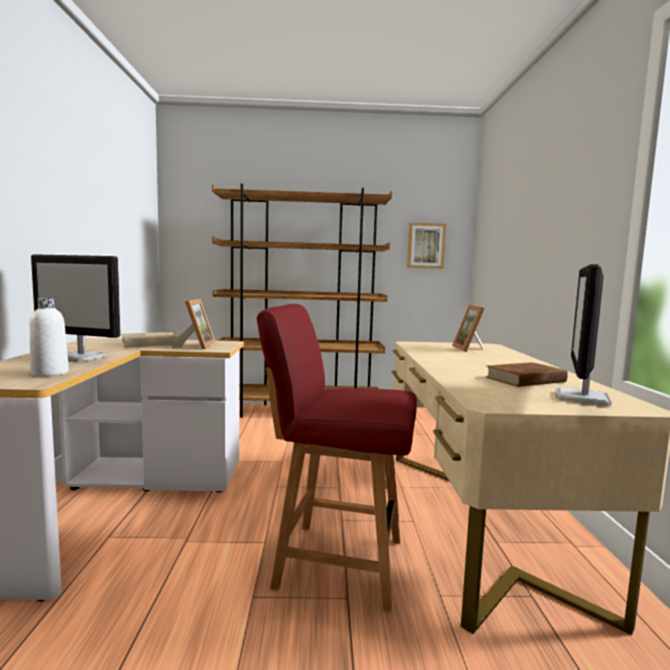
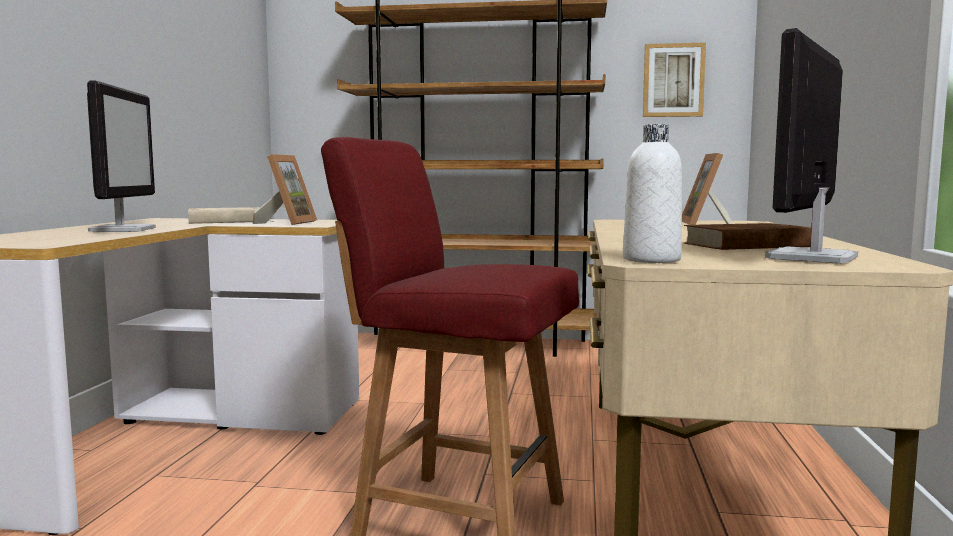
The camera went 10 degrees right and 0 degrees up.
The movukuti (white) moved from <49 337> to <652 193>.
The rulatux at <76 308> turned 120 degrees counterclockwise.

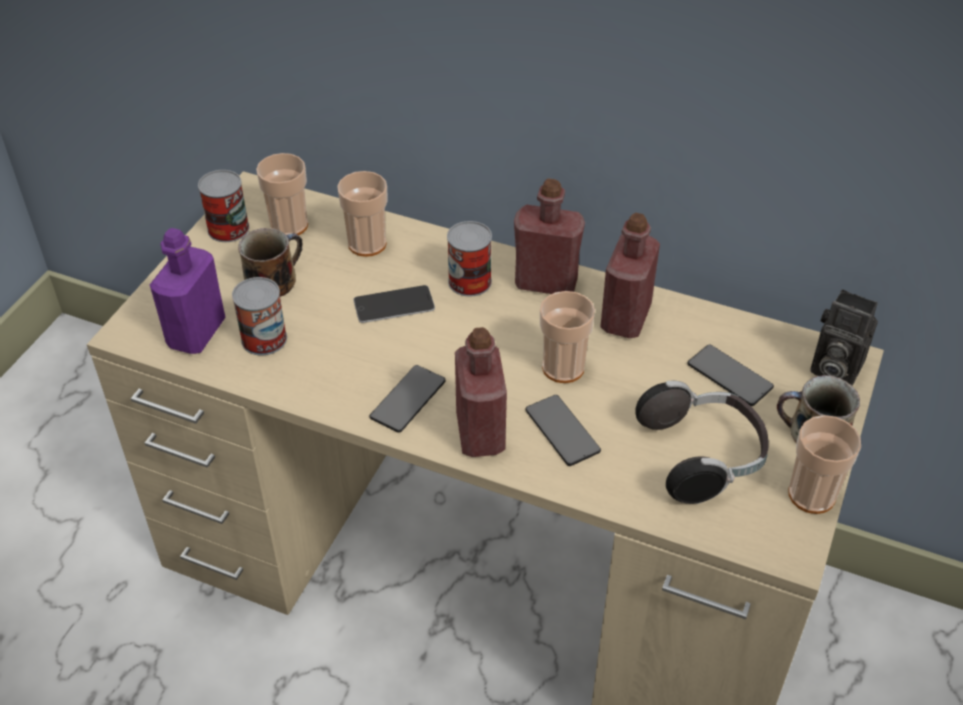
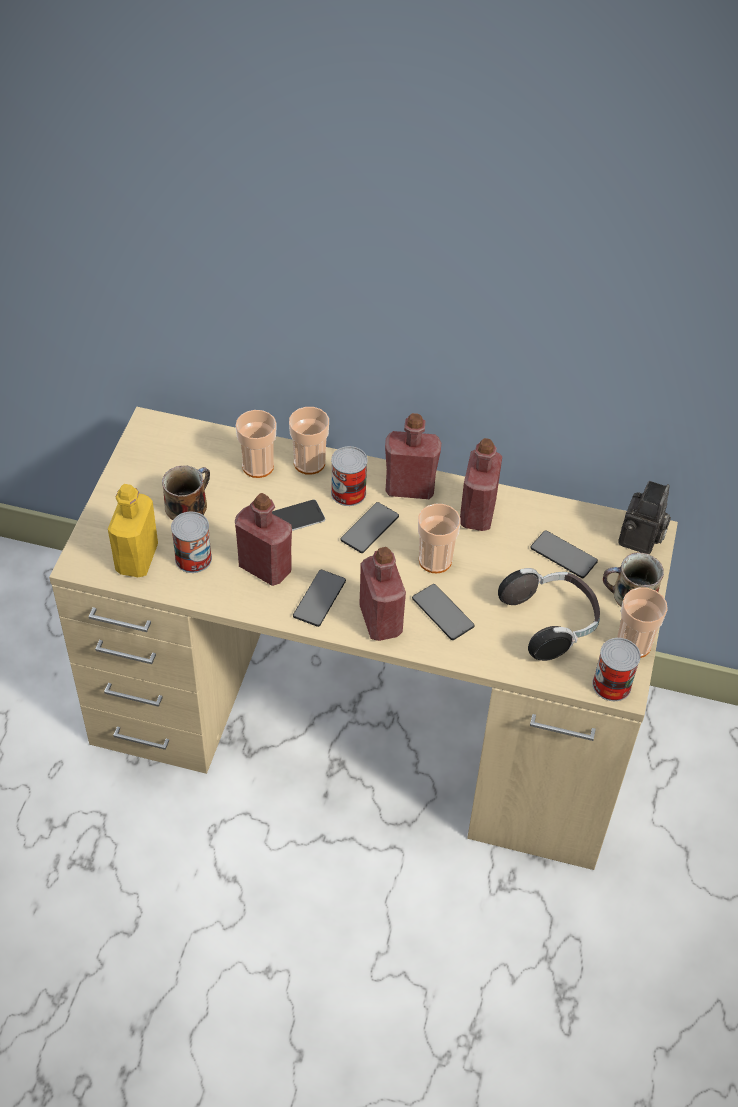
The camera went 10 degrees left and 5 degrees up.
The movukuti (purple) at <188 291> became the movukuti (yellow) at <133 530>.
The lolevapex moved from <223 206> to <616 669>.
The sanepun moved from <282 194> to <309 441>.
The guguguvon at <844 337> turned 90 degrees counterclockwise.
The movukuti (red) at <263 539> appeared.
The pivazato at <369 527> appeared.

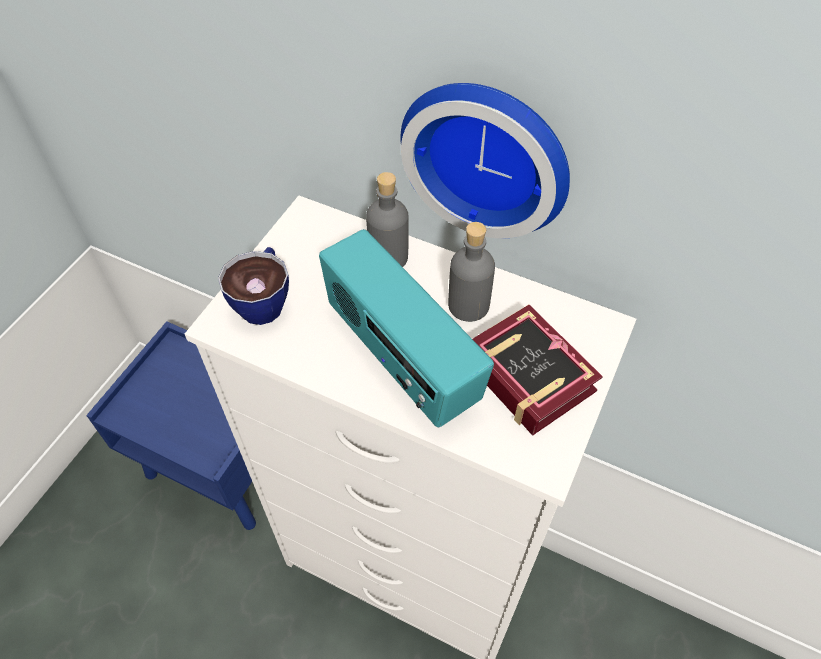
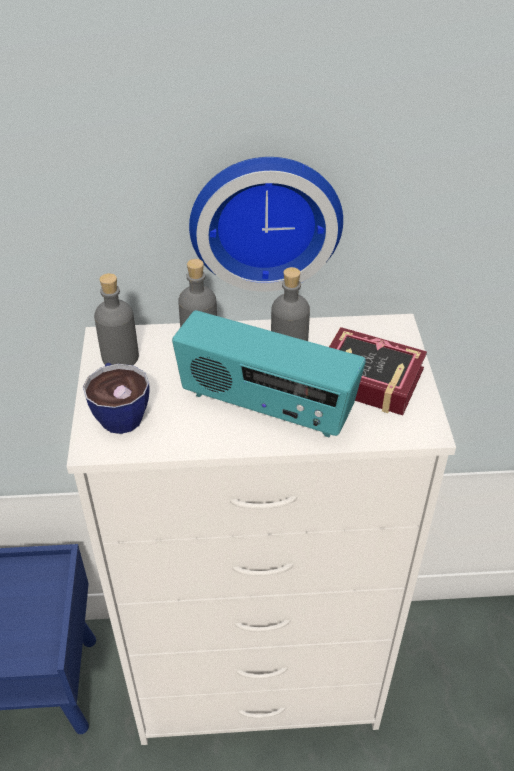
The camera went 30 degrees left and 10 degrees down.
The movukuti (grey) at <116 319> appeared.

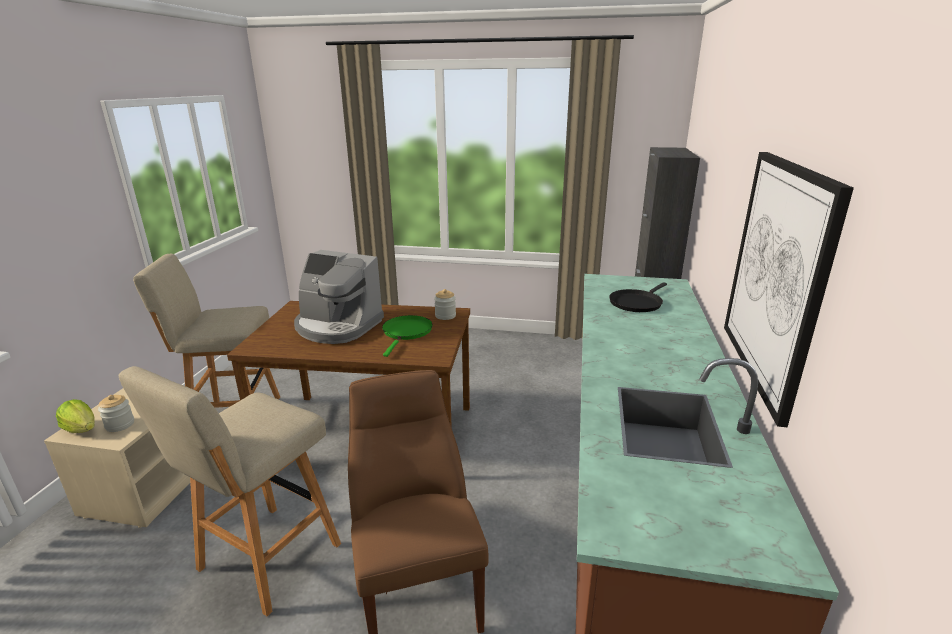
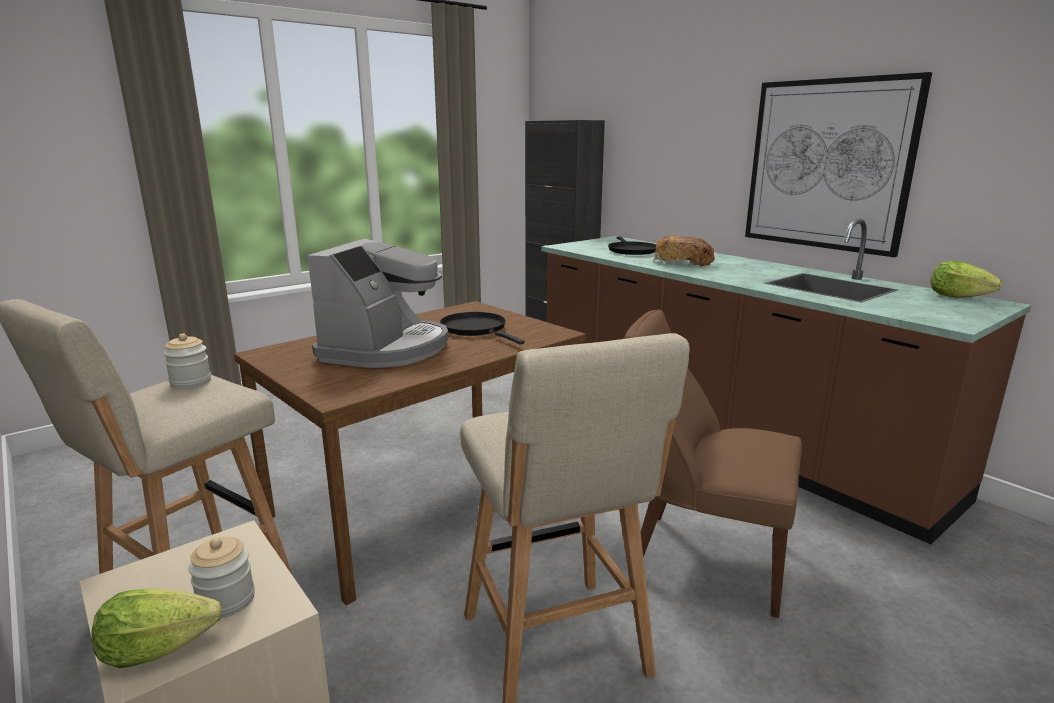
The camera went 50 degrees left and 5 degrees down.
The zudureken at <339 297> turned 45 degrees counterclockwise.
The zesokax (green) at <407 336> became the zesokax (black) at <482 328>.
The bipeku moved from <445 304> to <187 361>.
The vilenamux at <684 250> appeared.
The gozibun at <966 279> appeared.

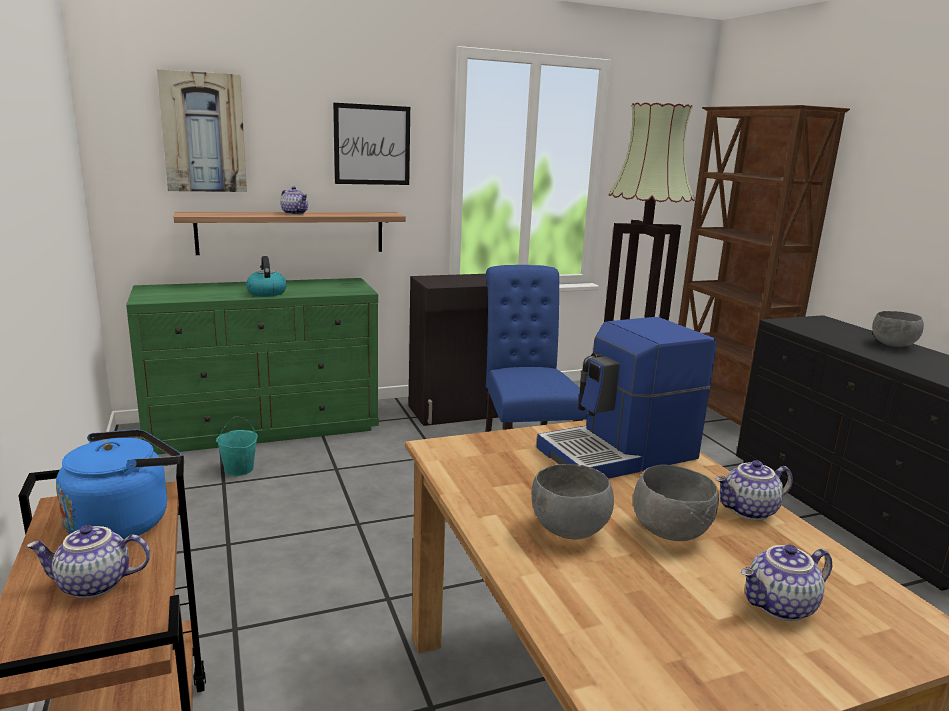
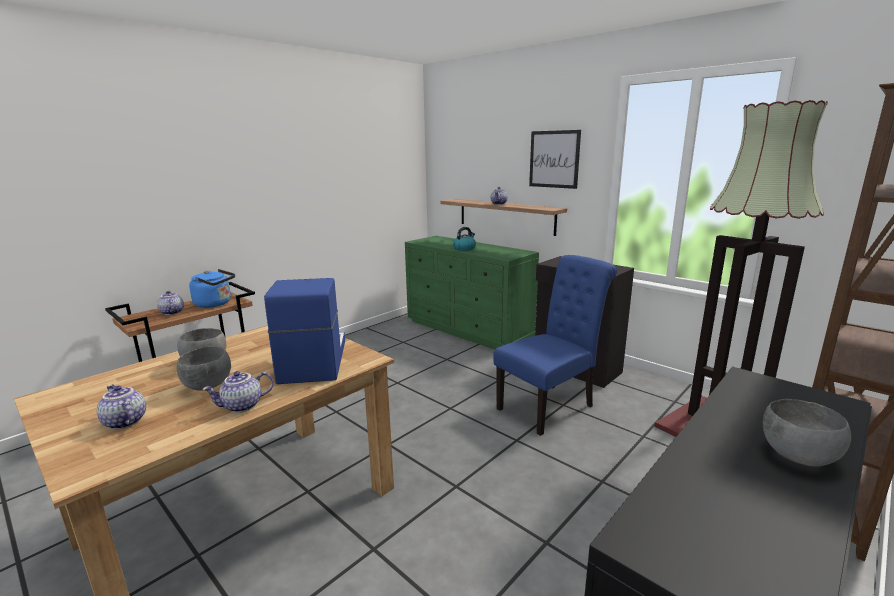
The camera went 65 degrees right and 0 degrees up.
The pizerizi at <202 130> disappeared.
The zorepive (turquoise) at <237 446> disappeared.
The zudureken at <626 398> turned 45 degrees clockwise.
The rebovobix at <754 490> turned 75 degrees counterclockwise.

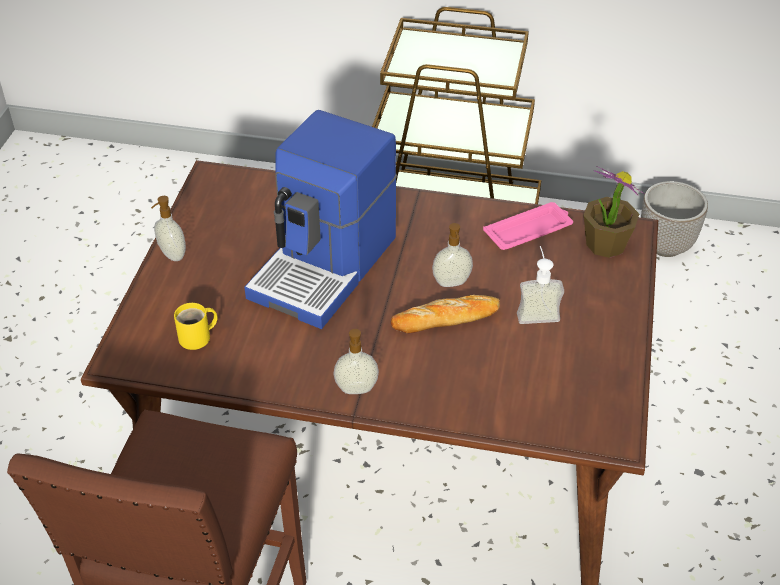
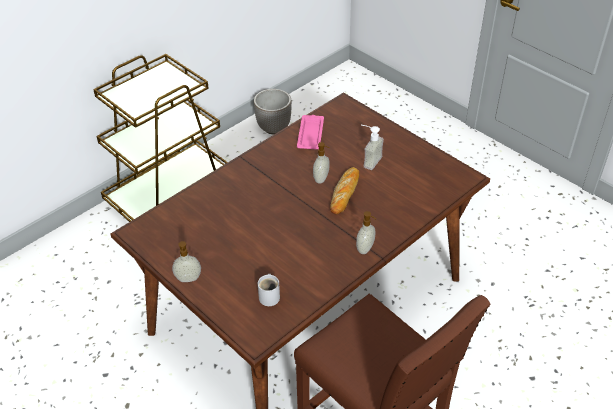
The camera went 55 degrees left and 0 degrees up.
The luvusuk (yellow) at <196 326> became the luvusuk (white) at <269 290>.
The zudureken at <320 219> disappeared.
The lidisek at <614 212> disappeared.

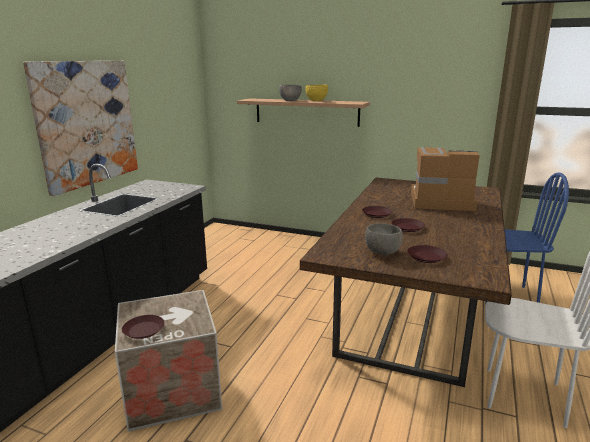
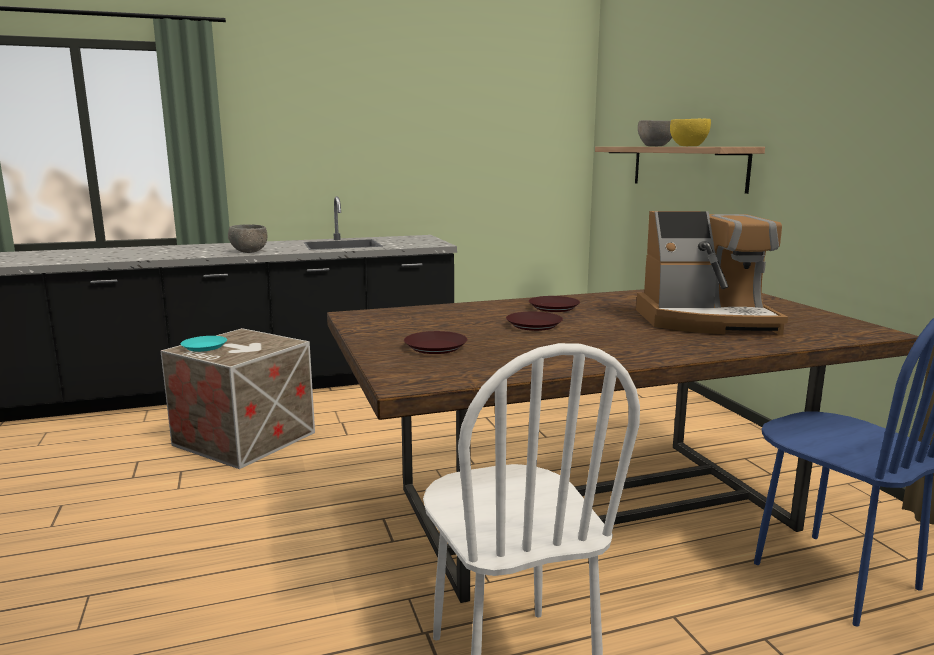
The camera went 50 degrees right and 5 degrees down.
The pizerizi at <80 128> disappeared.
The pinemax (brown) at <143 327> became the pinemax (turquoise) at <204 344>.
The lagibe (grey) moved from <384 239> to <247 238>.
The zudureken at <445 179> turned 120 degrees clockwise.

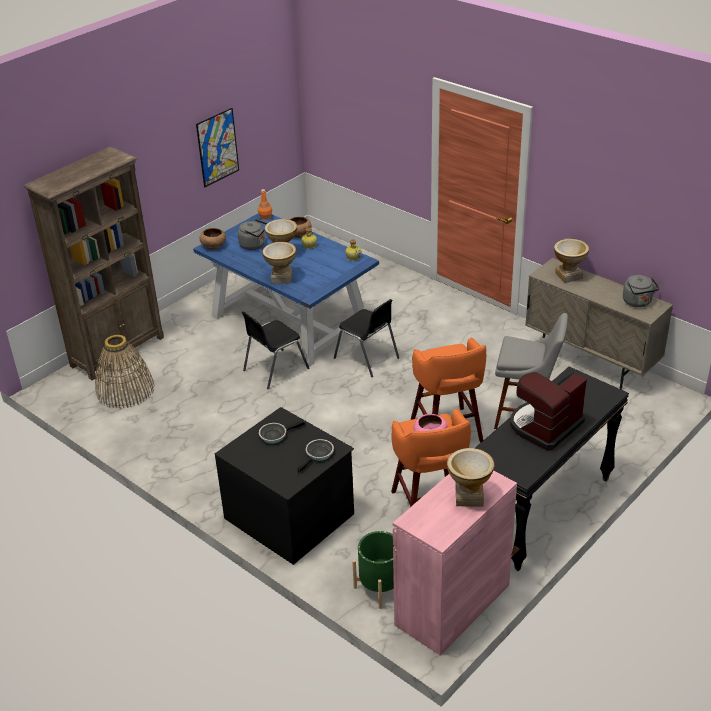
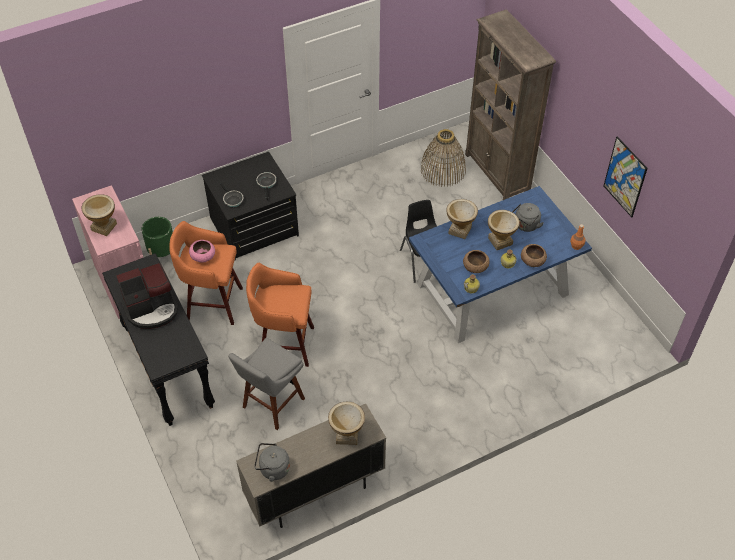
The camera went 110 degrees right and 15 degrees up.
The lagibe (brown) moved from <212 239> to <476 261>.
The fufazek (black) at <366 338> disappeared.
The zudureken at <548 411> turned 90 degrees clockwise.

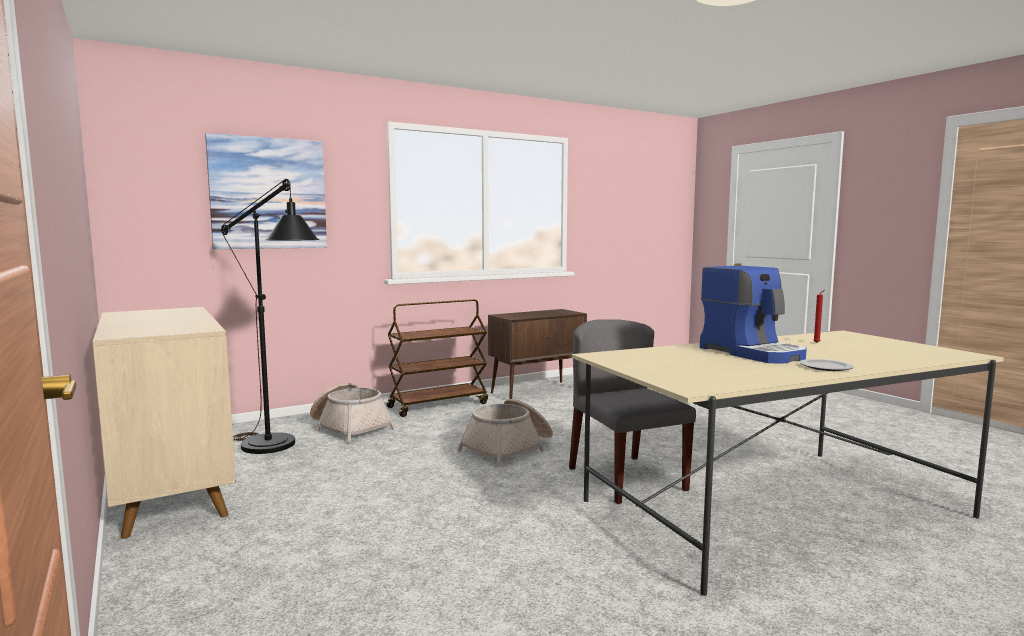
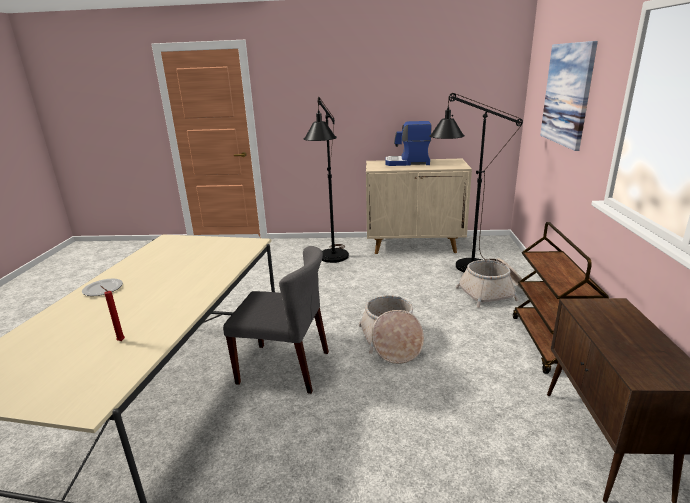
The camera went 125 degrees right and 15 degrees up.
The zudureken moved from <753 315> to <408 143>.
The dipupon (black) at <326 180> appeared.

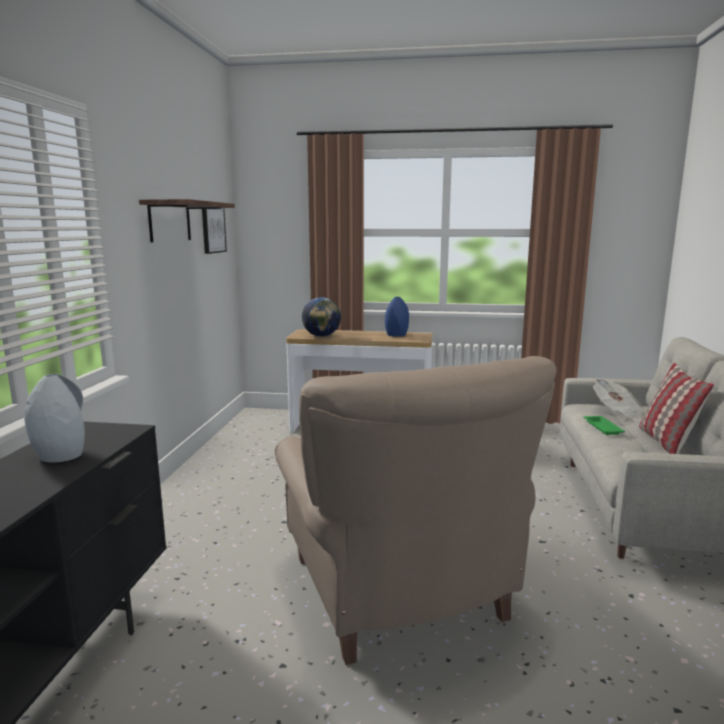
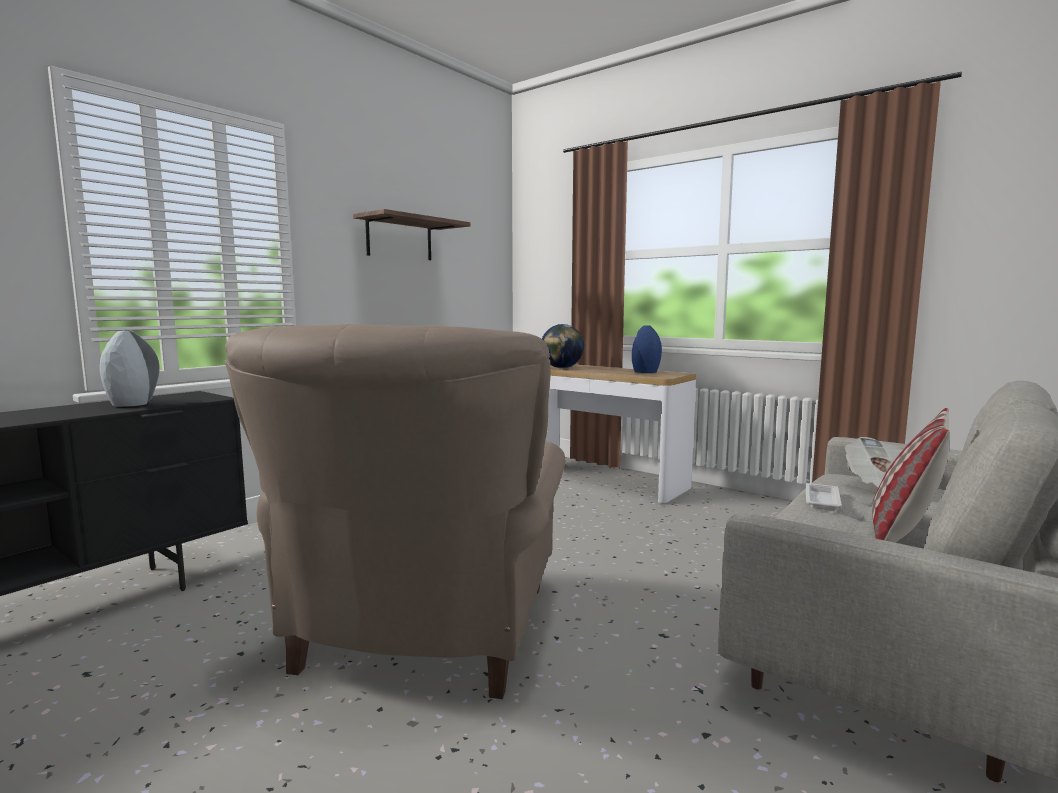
The camera went 30 degrees right and 5 degrees down.
The pizerizi at <214 231> disappeared.
The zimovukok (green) at <604 425> became the zimovukok (white) at <824 497>.

